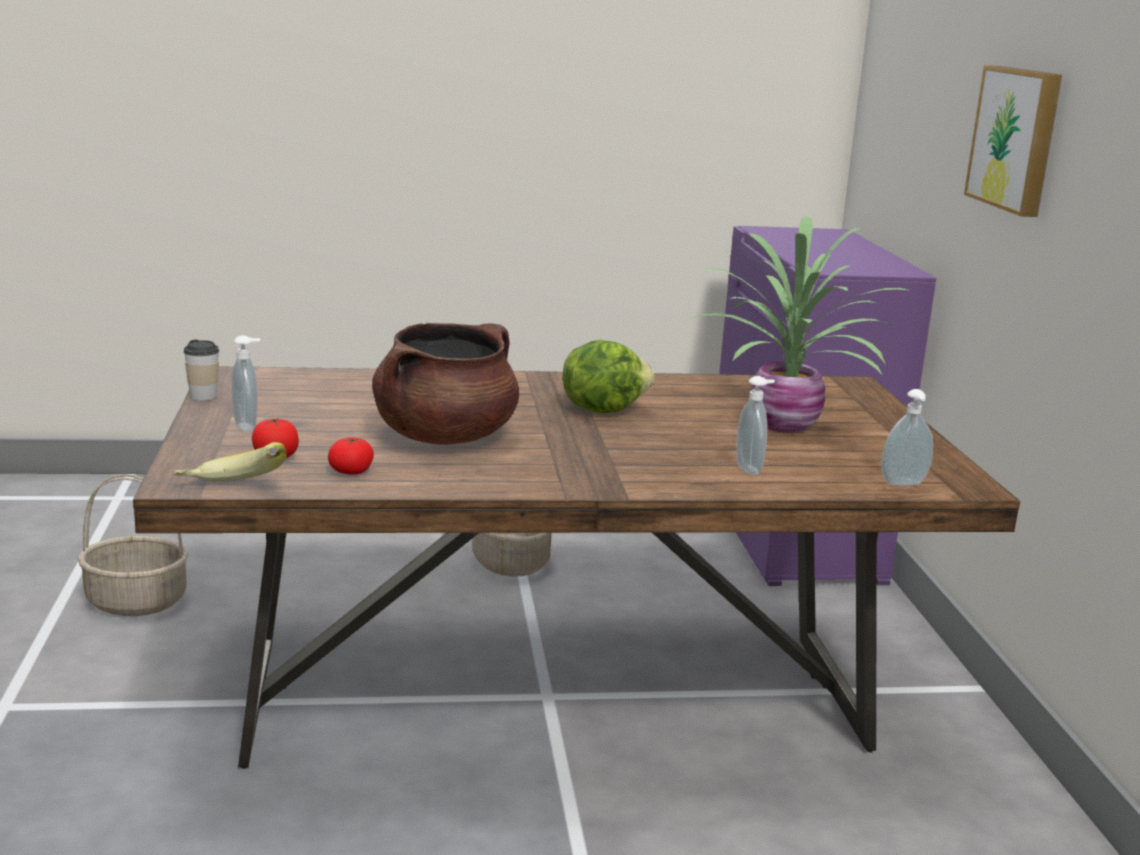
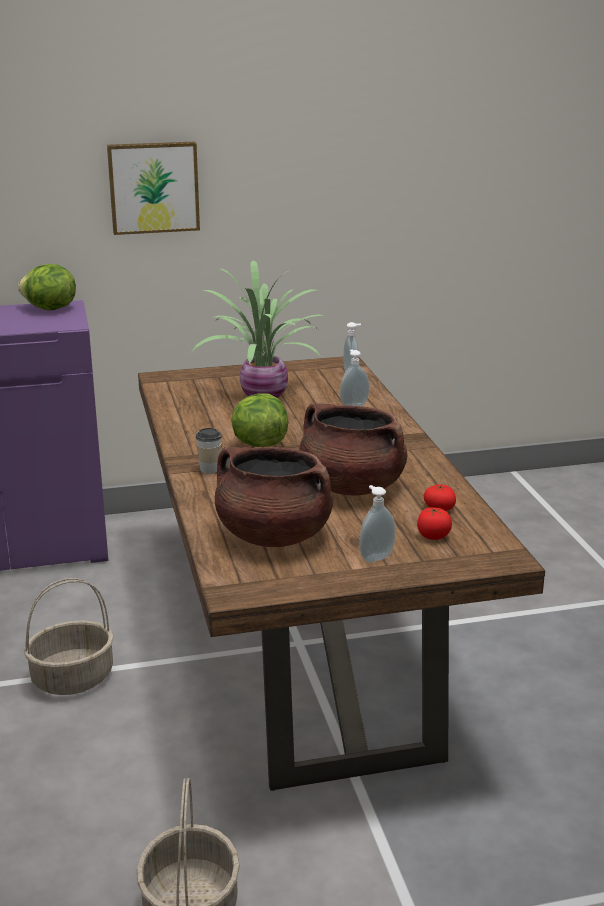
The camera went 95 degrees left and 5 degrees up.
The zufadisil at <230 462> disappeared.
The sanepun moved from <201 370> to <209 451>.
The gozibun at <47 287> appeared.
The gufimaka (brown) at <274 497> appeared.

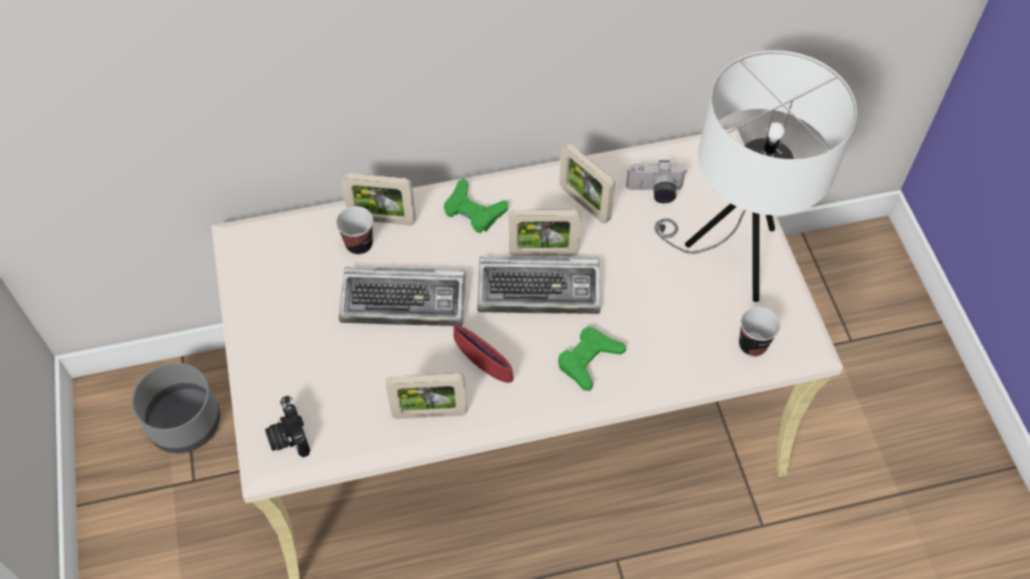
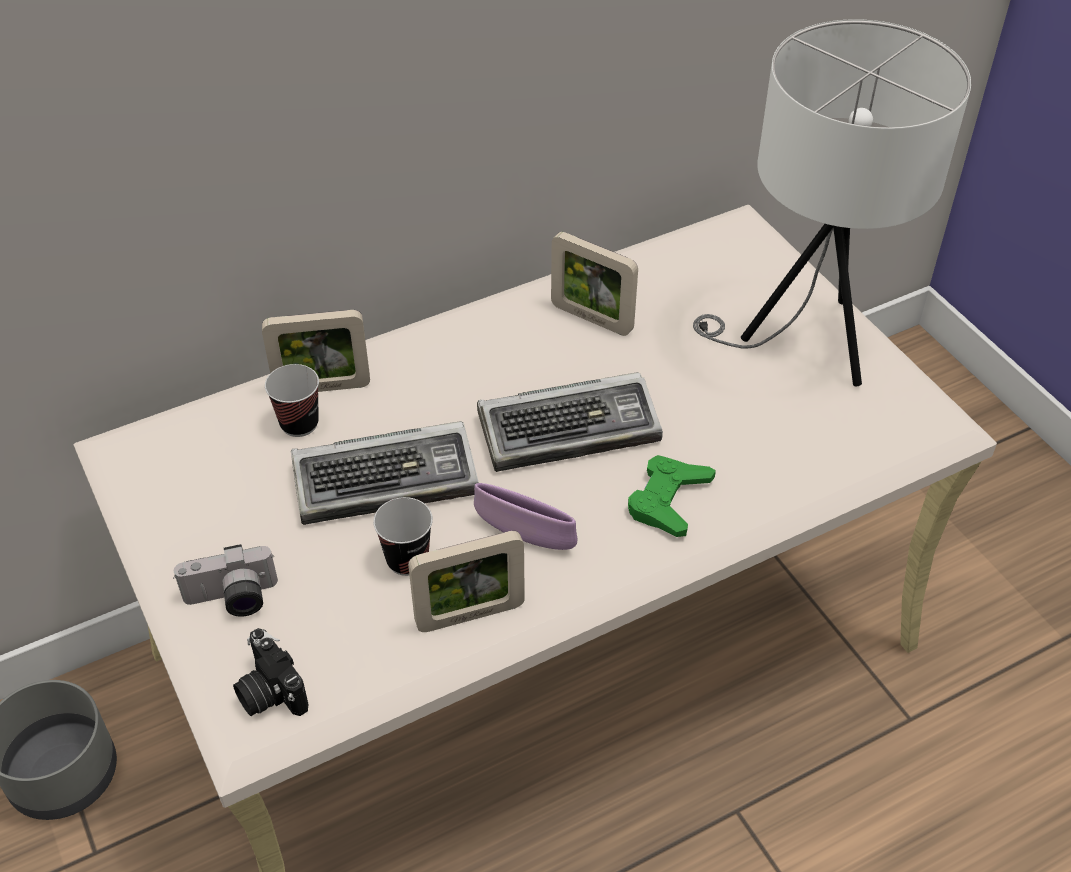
The camera went 15 degrees left and 10 degrees down.
The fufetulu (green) at <476 205> disappeared.
The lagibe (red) at <484 353> became the lagibe (purple) at <525 516>.
The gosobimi at <544 232> disappeared.
The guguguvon moved from <656 181> to <225 580>.
The sanepun moved from <759 332> to <403 536>.

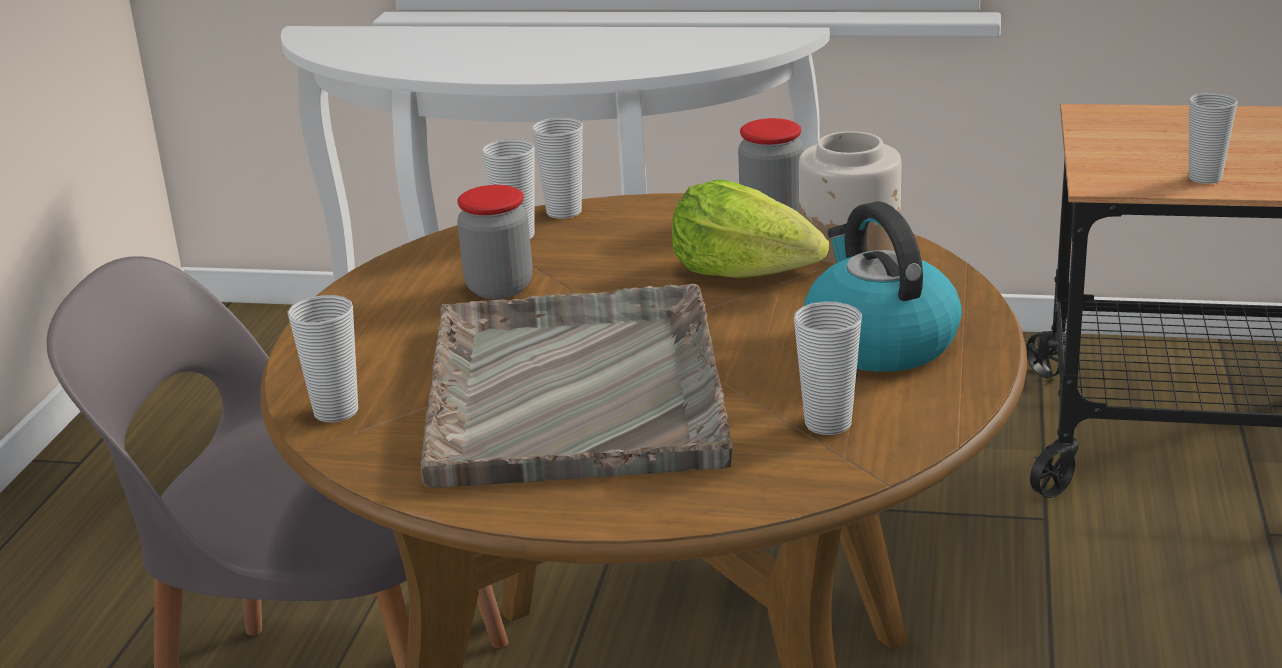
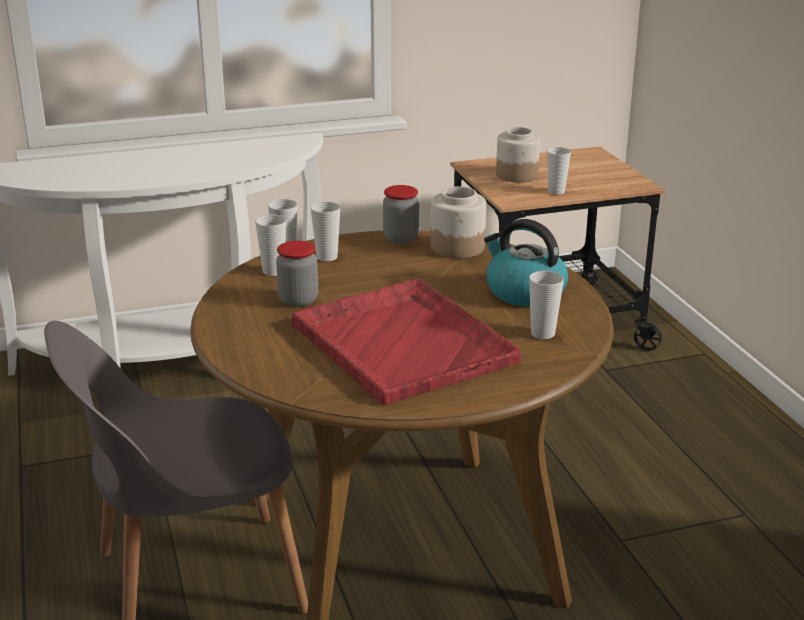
The camera went 30 degrees left and 0 degrees up.
The sanepun moved from <322 358> to <326 231>.
The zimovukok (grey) at <577 386> became the zimovukok (red) at <406 342>.
The gozibun at <750 228> disappeared.
The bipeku at <518 154> appeared.

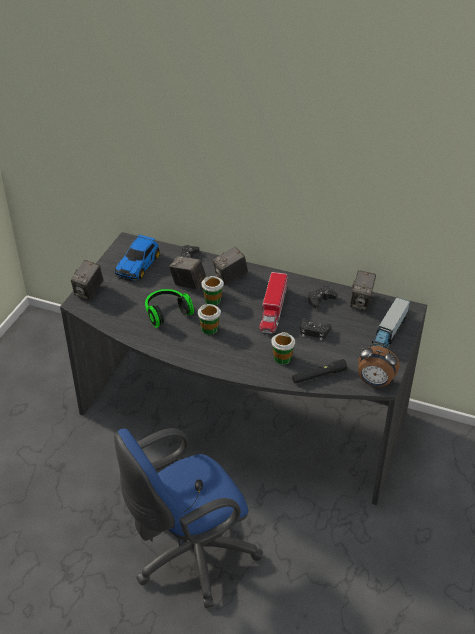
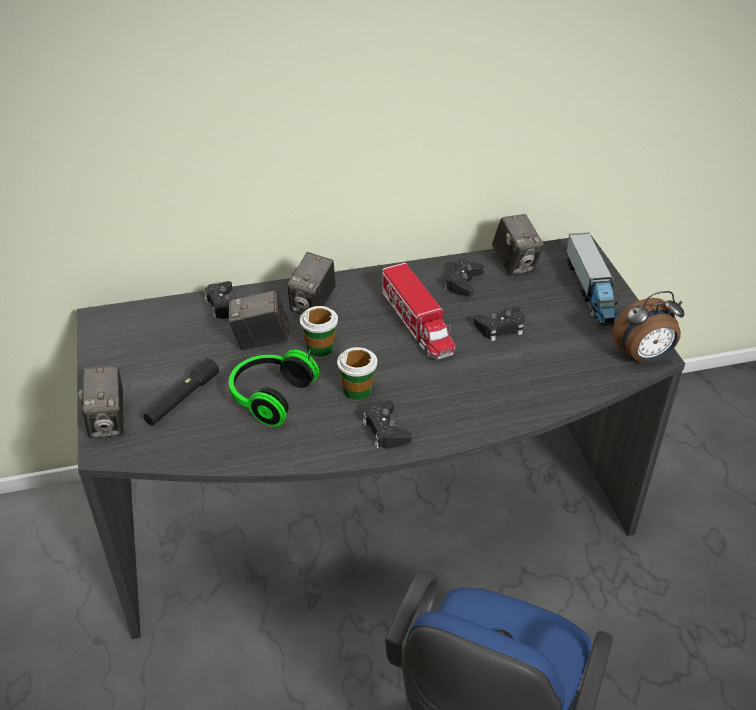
The camera went 35 degrees left and 0 degrees up.
The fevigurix at <137 258> disappeared.
The sanepun at <283 348> disappeared.
The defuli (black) moved from <319 371> to <181 392>.
The fufetulu (black) at <387 424> appeared.

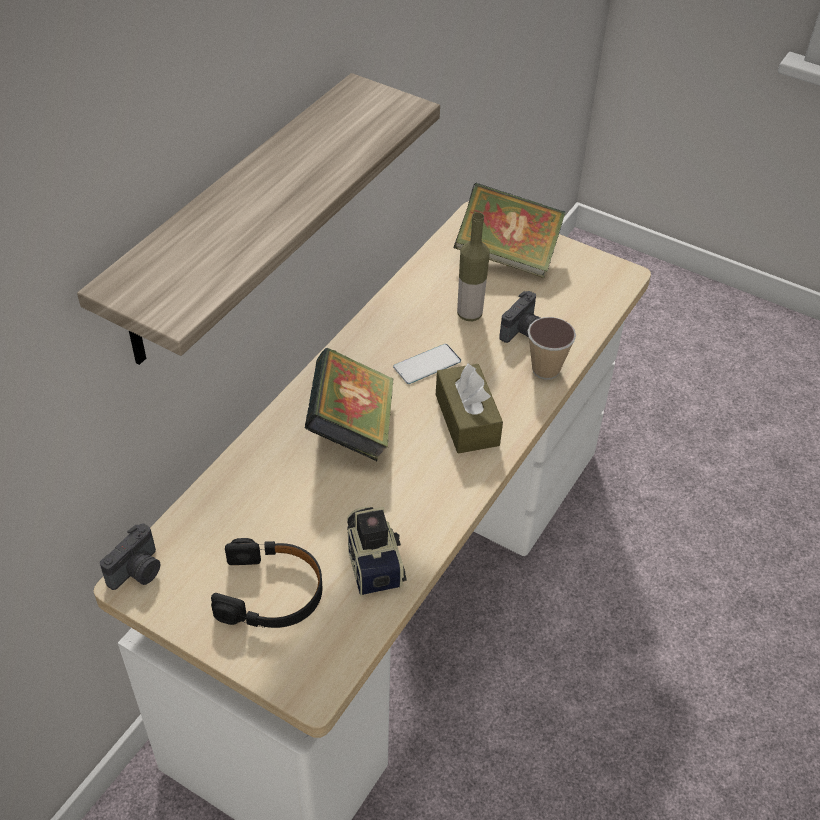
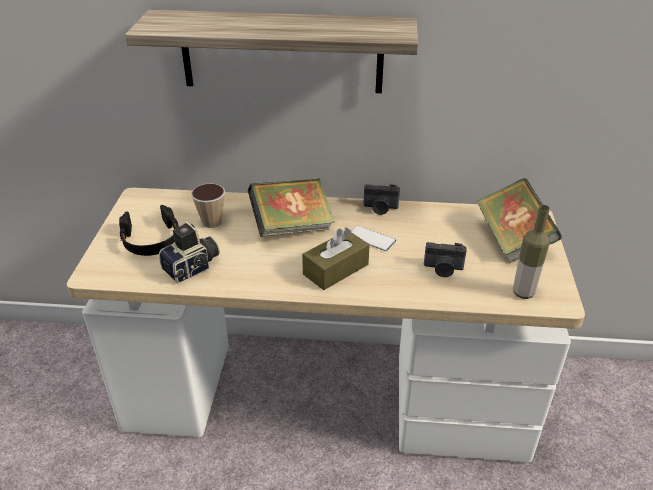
The camera went 65 degrees right and 10 degrees down.
The guguguvon moved from <130 556> to <381 199>.
The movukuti moved from <473 266> to <531 252>.
The sanepun moved from <552 348> to <208 205>.

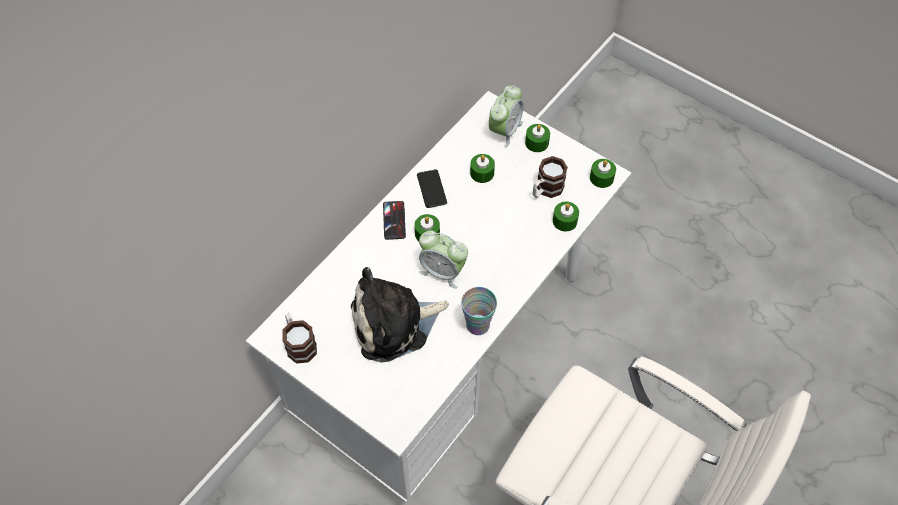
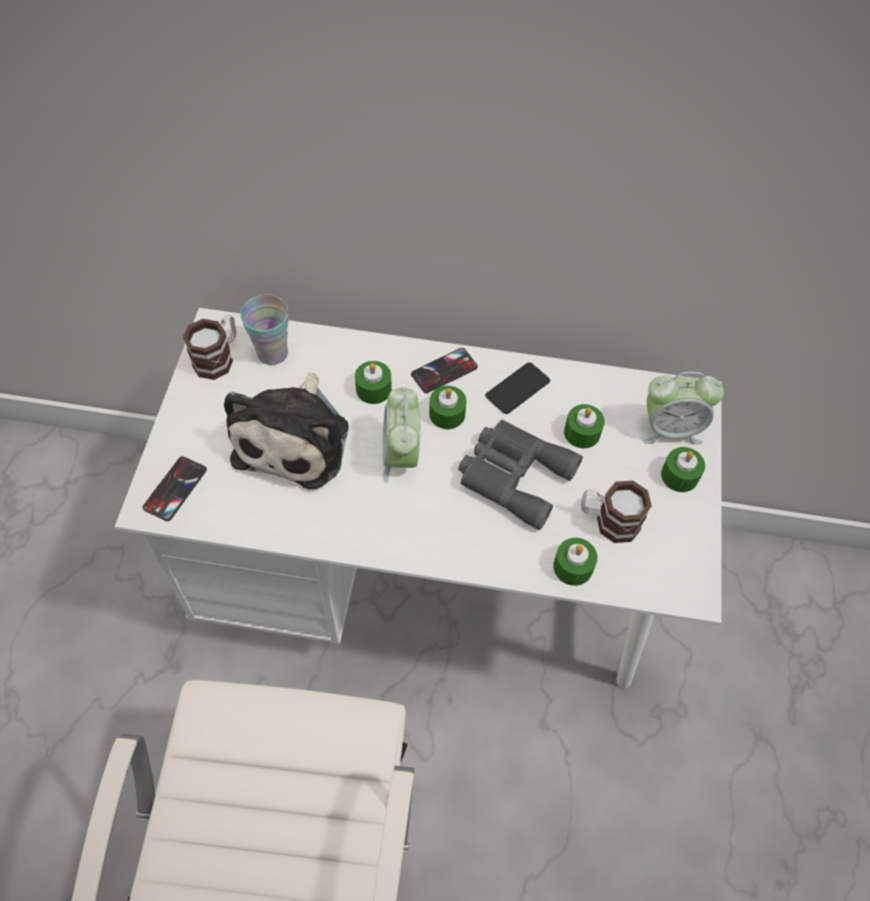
The camera went 60 degrees right and 0 degrees up.
The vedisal at <400 315> turned 120 degrees counterclockwise.
The sanepun moved from <479 311> to <264 330>.
The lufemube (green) moved from <603 173> to <373 382>.
The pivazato at <175 488> appeared.
The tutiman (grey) at <520 475> appeared.

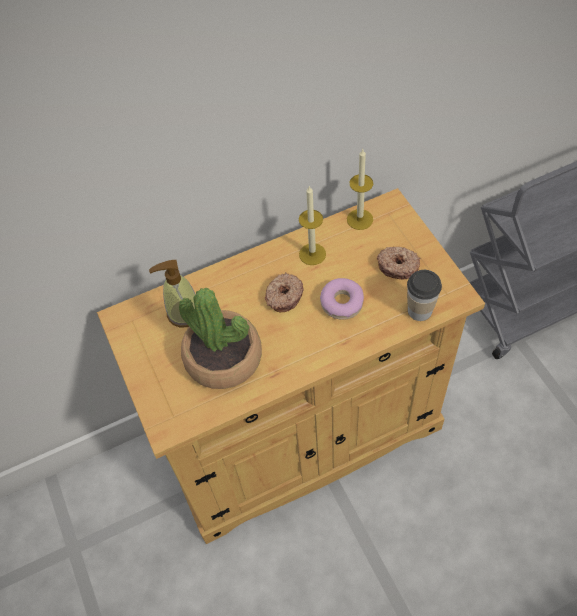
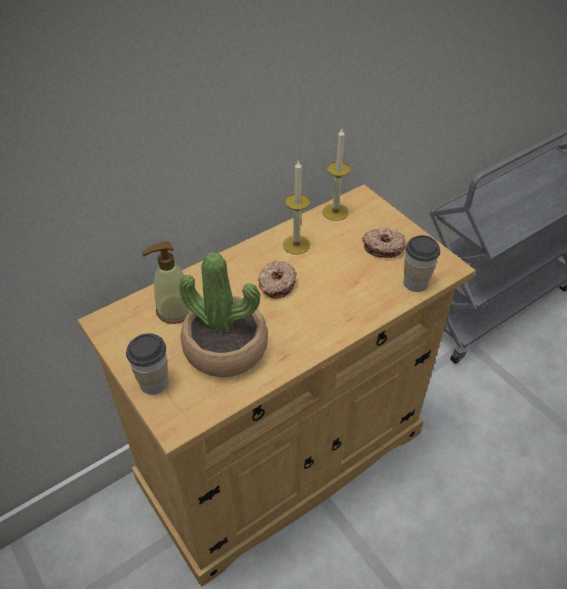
The camera went 15 degrees left and 10 degrees down.
The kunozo at <342 299> disappeared.
The sanepun at <147 364> appeared.

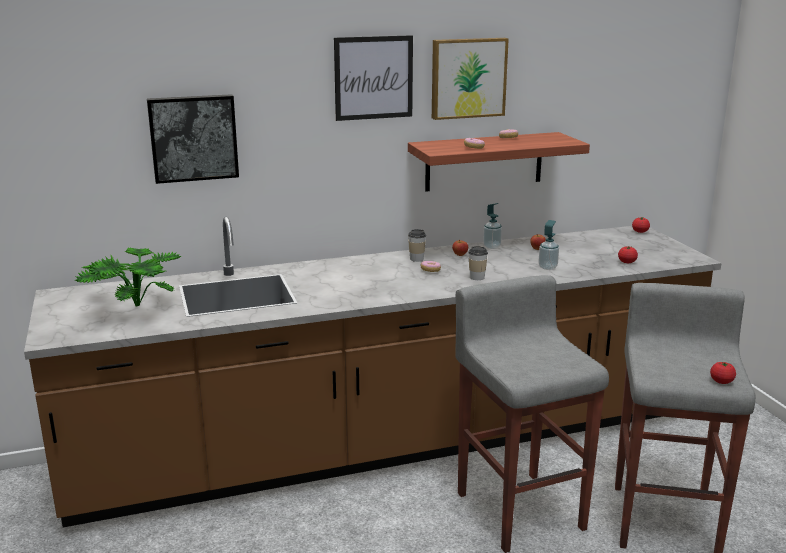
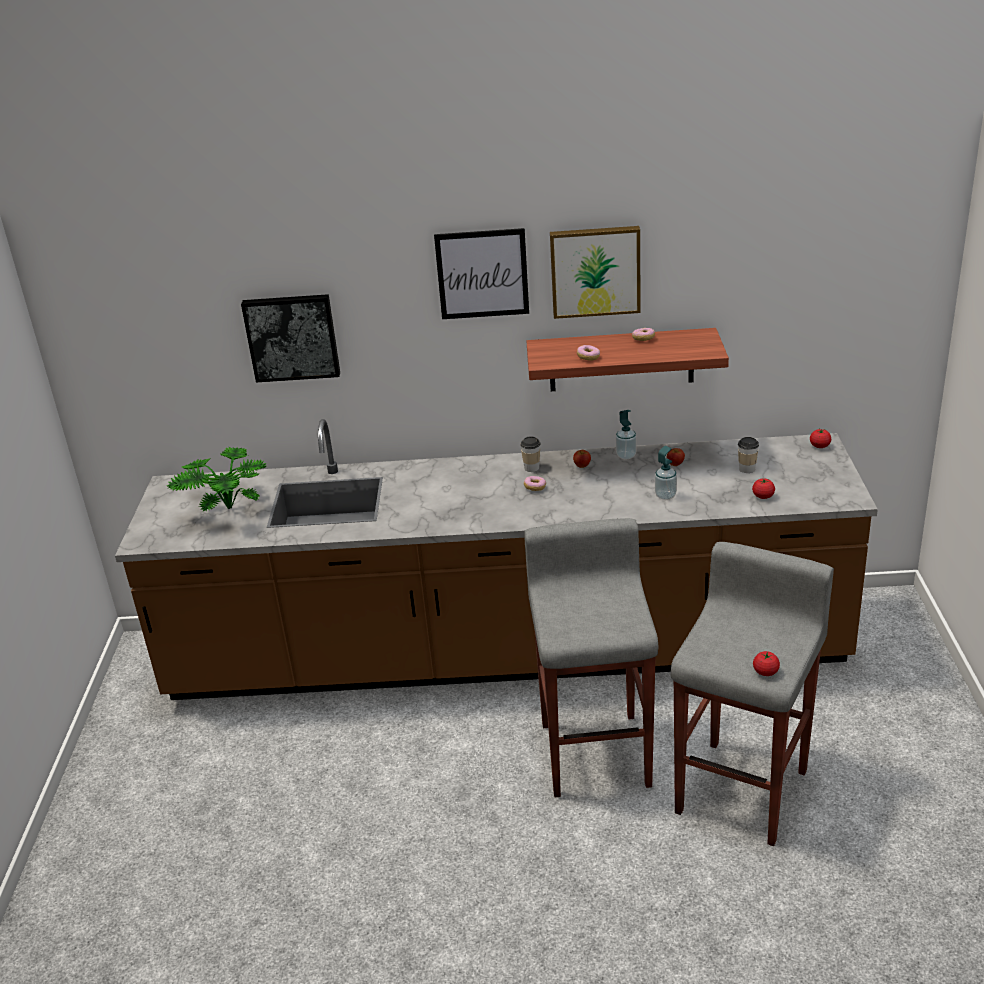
The camera went 20 degrees right and 10 degrees up.
The sanepun moved from <478 263> to <748 455>.

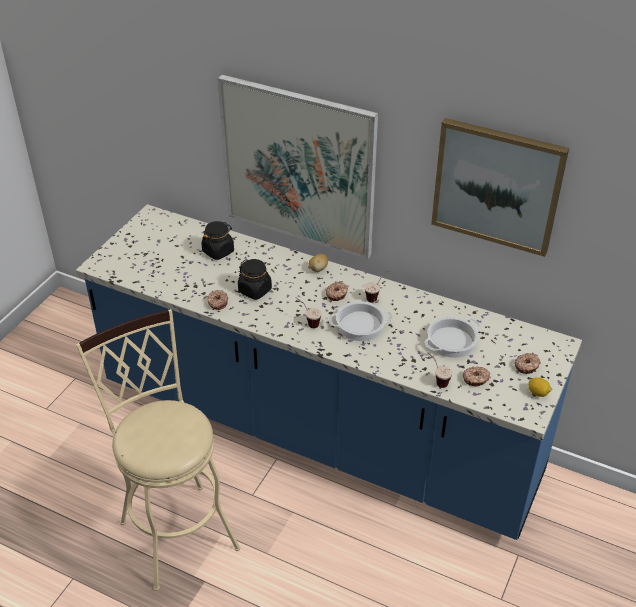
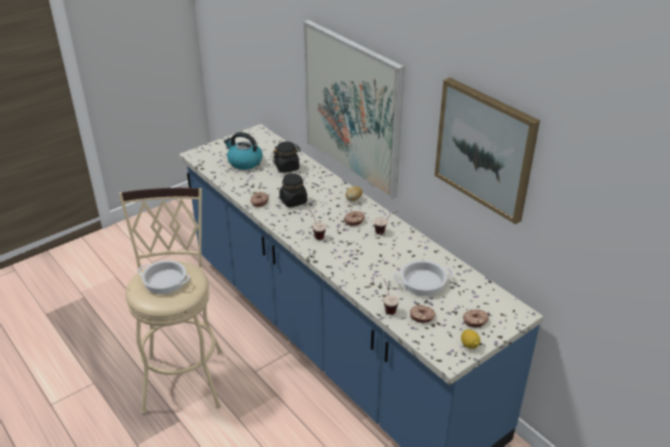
The camera went 25 degrees right and 5 degrees down.
The gufimaka moved from <361 321> to <163 277>.
The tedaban at <243 151> appeared.

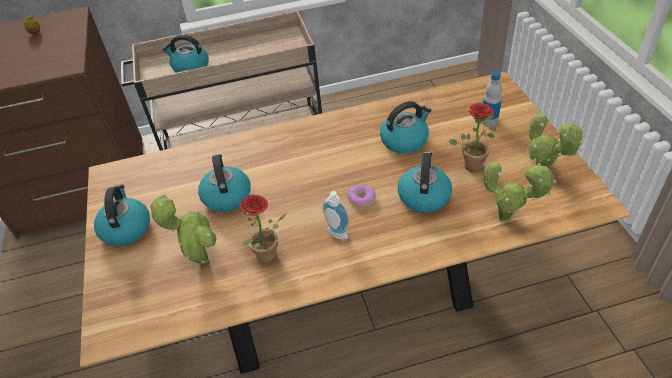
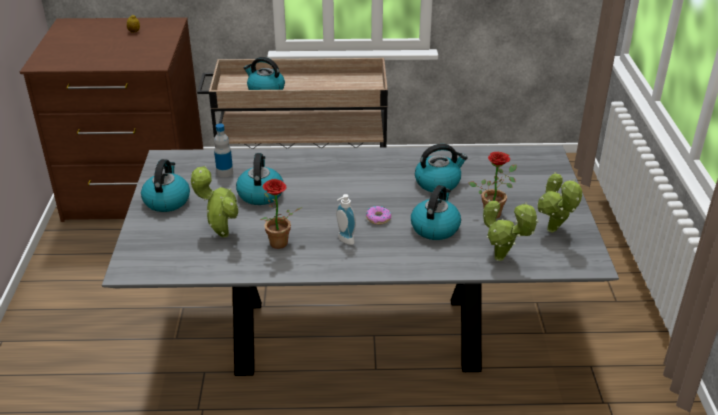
The camera went 10 degrees right and 10 degrees down.
The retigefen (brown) at <355 223> became the retigefen (grey) at <360 261>.
The movukuti moved from <491 98> to <223 150>.

